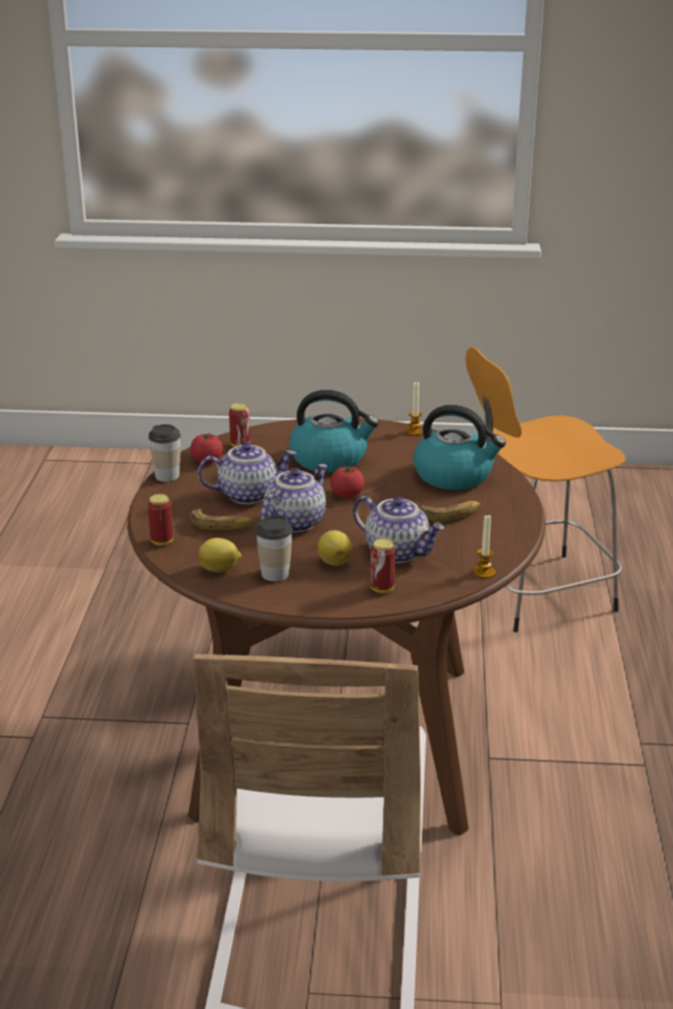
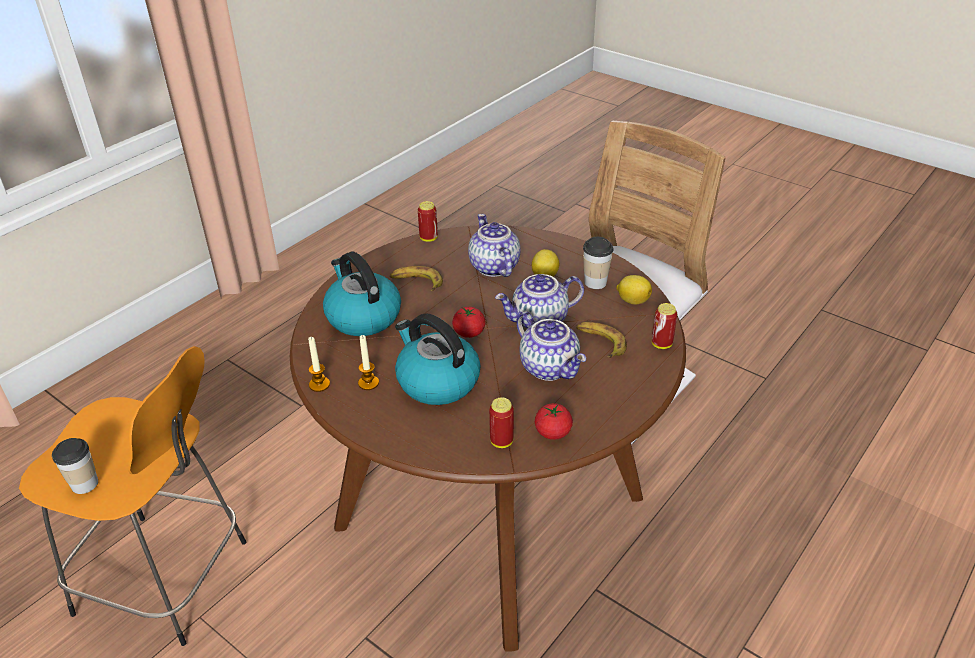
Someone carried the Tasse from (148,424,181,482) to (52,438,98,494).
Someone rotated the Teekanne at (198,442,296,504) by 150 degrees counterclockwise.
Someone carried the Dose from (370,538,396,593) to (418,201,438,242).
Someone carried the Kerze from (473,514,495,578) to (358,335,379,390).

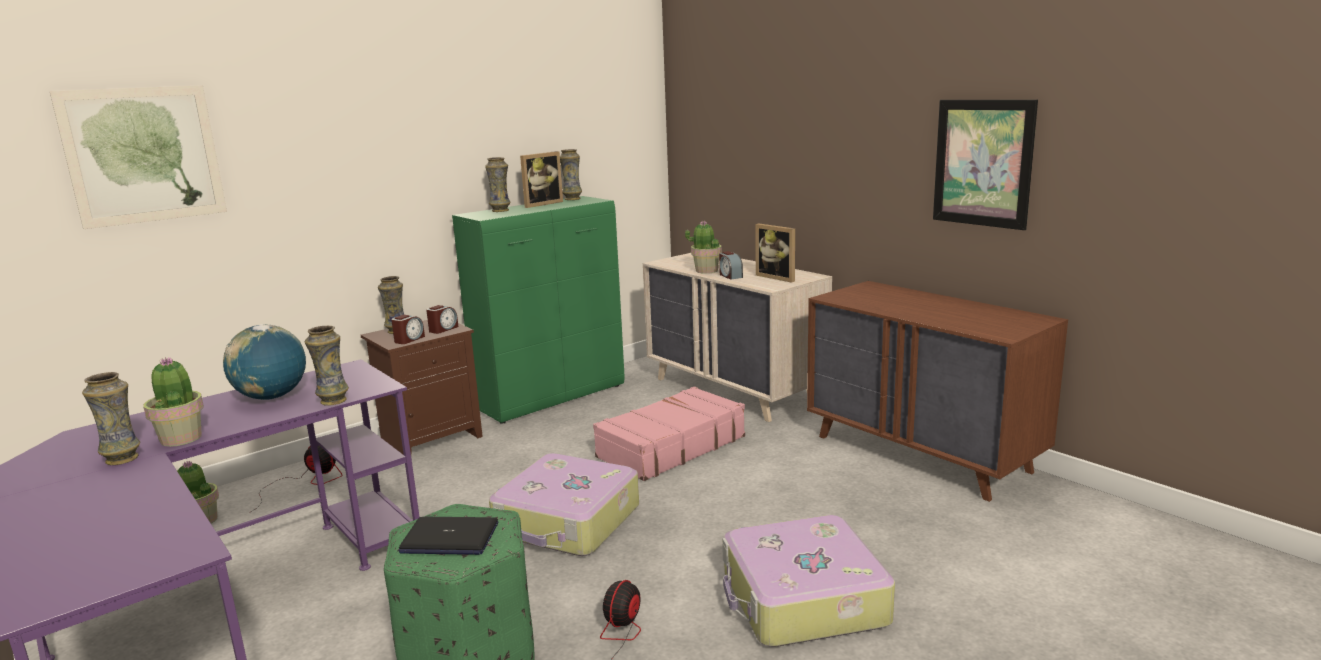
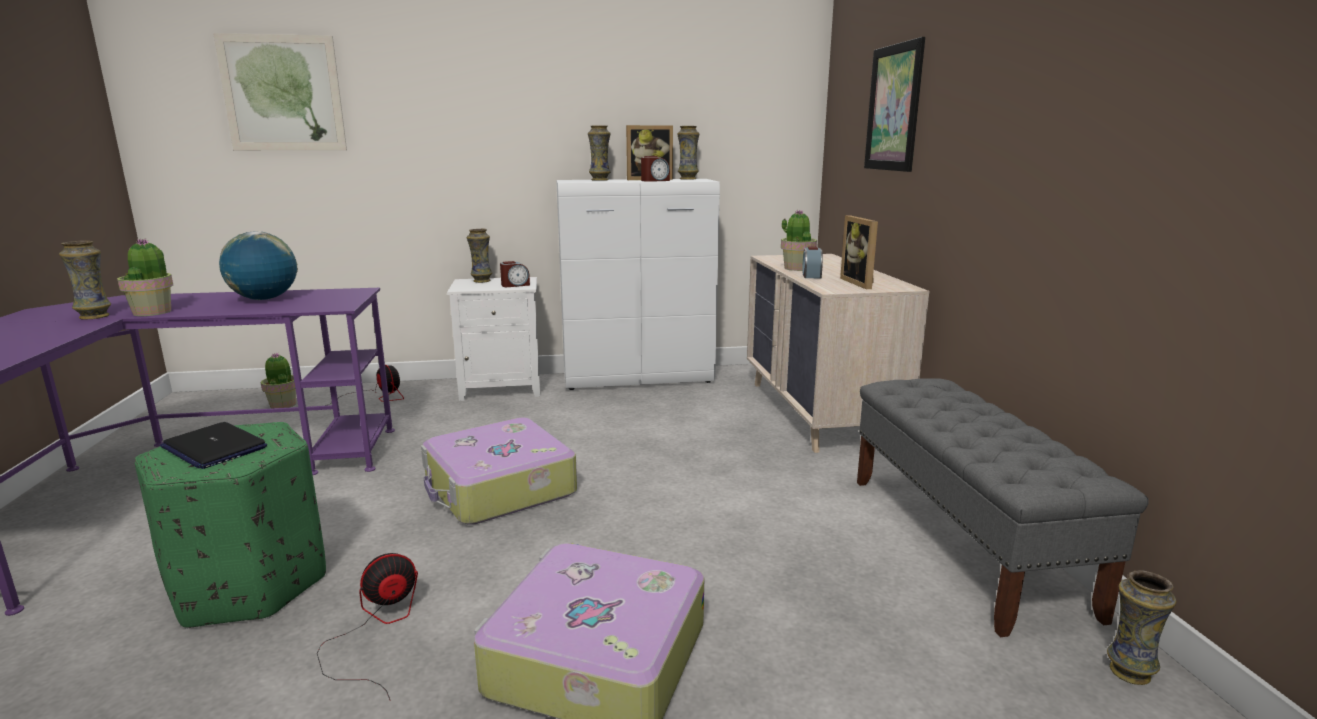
Someone carried the Vase from (305,326,349,406) to (1107,570,1177,685).
Someone repainted the Nachttisch (braun) at (361,320,483,455), which became the Nachttisch (weiß) at (447,277,540,401).
Someone carried the Wecker from (391,315,425,344) to (641,156,670,182).
Someone repainted the Schrank (grün) at (452,196,625,424), which became the Schrank (weiß) at (556,179,720,390).
Someone took away the Koffer (rosa) at (593,386,745,481).
Someone swapped the Kommode (braun) at (807,281,1068,502) for the Bank (grau) at (857,378,1149,637).
Someone carried the Bild from (933,100,1038,230) to (864,37,925,172).

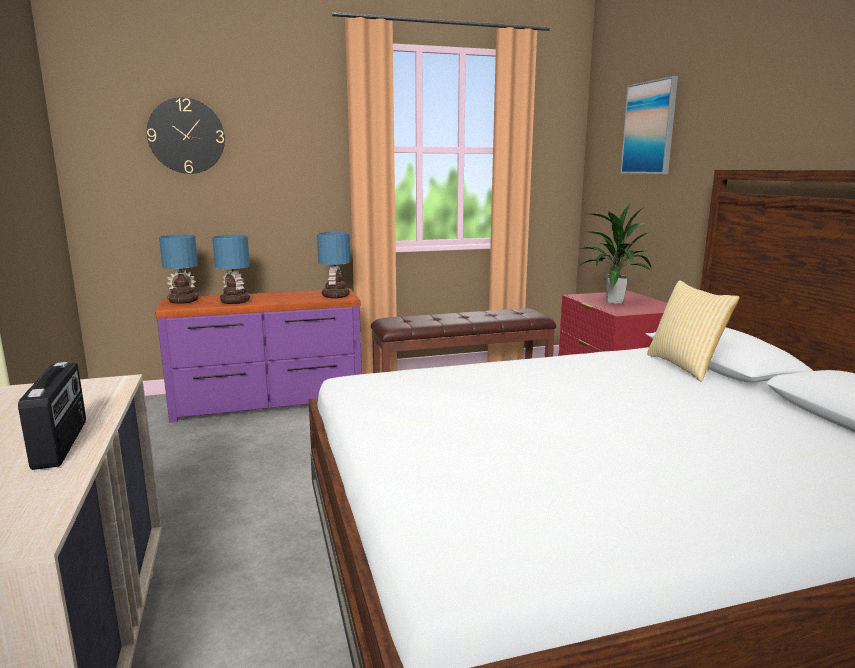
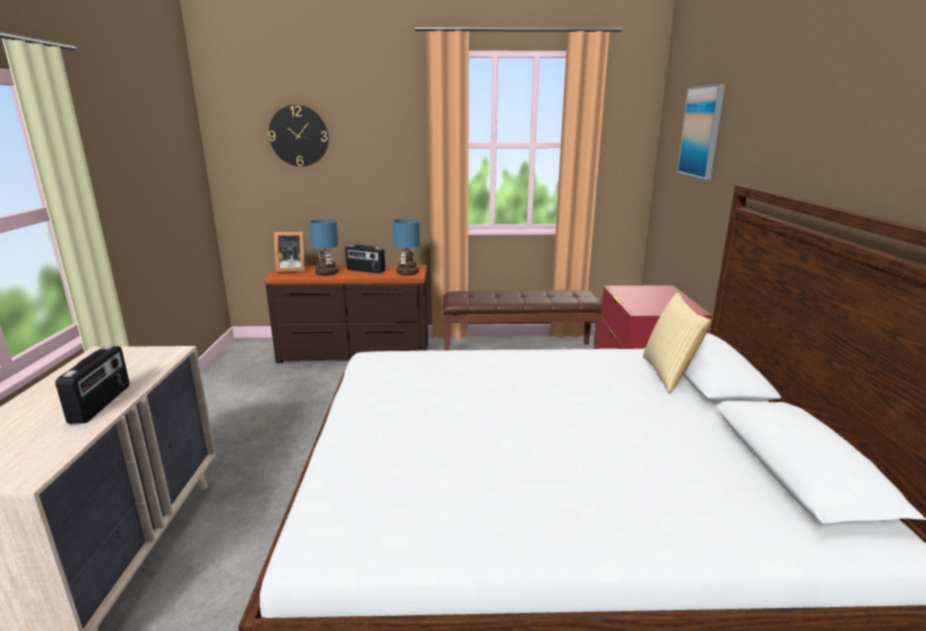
Someone repainted the Kommode (lila) at (155,288,362,423), which became the Kommode (braun) at (264,265,428,363).
Someone swapped the Tischlampe at (159,234,199,304) for the Bilderrahmen at (274,231,306,272).
Someone took away the Topfpflanze at (578,204,654,304).
Someone put down the Radio at (345,245,385,273).

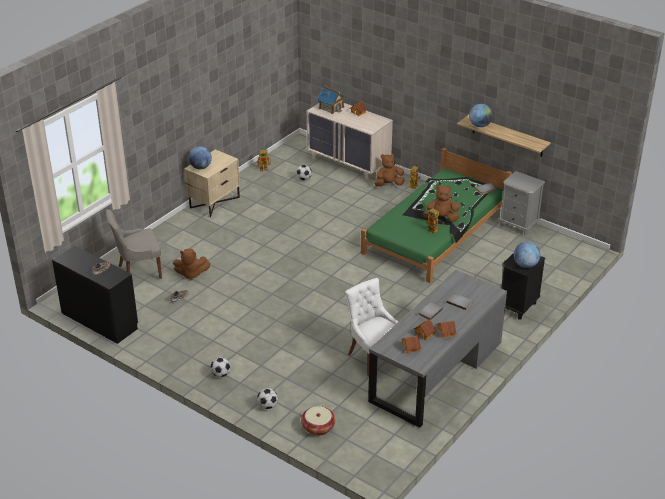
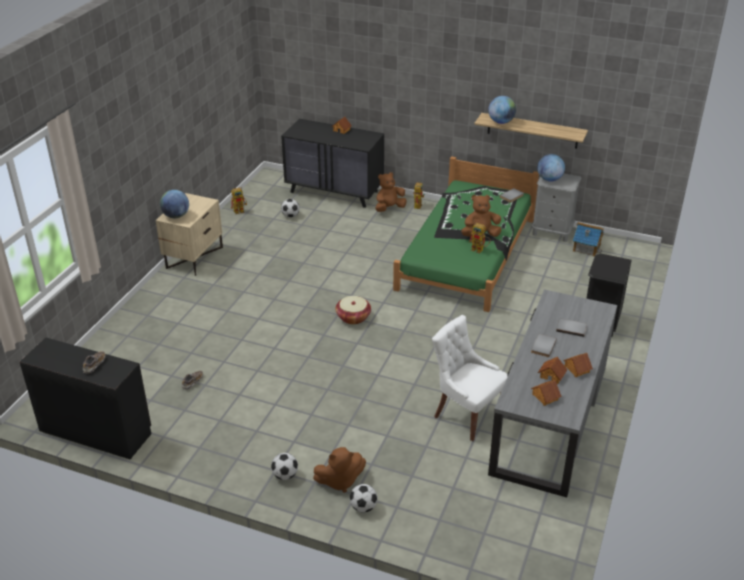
Someone took away the Stuhl (grau) at (106,209,162,279).
Someone carried the Plüschtier (braun) from (173,249,211,280) to (313,447,366,493).
Someone carried the Korb from (301,406,336,436) to (336,296,371,324).
Someone repainted the Kommode (beige) at (307,103,393,181), which became the Kommode (schwarz) at (281,119,384,208).
Someone carried the Spielzeughaus from (317,85,346,114) to (573,222,604,257).
Someone carried the Globus from (514,242,540,268) to (537,154,565,182).

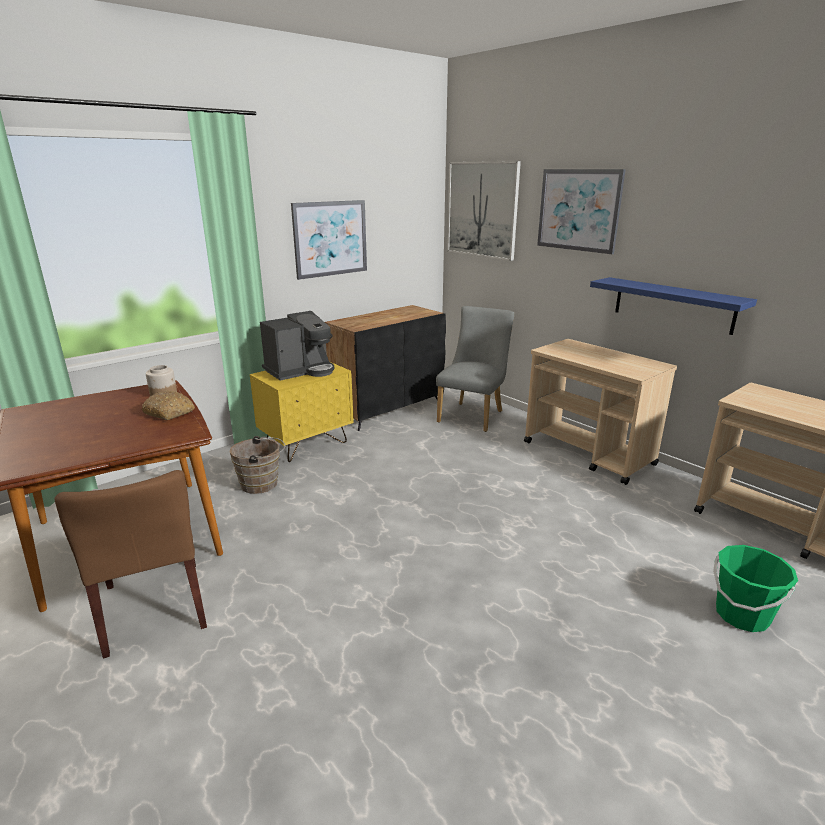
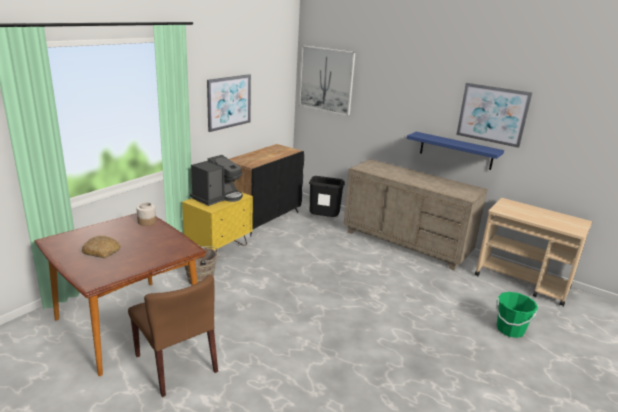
Someone carried the Brot from (141,391,195,420) to (82,236,121,258).
Someone swapped the Stuhl (grau) at (436,306,514,432) for the Mülleimer (schwarz) at (309,176,345,217).
Someone swapped the Rollwagen (beige) at (524,339,677,485) for the Kommode (beige) at (344,159,488,270).
Someone carried the Bild from (537,169,626,254) to (456,83,532,148).

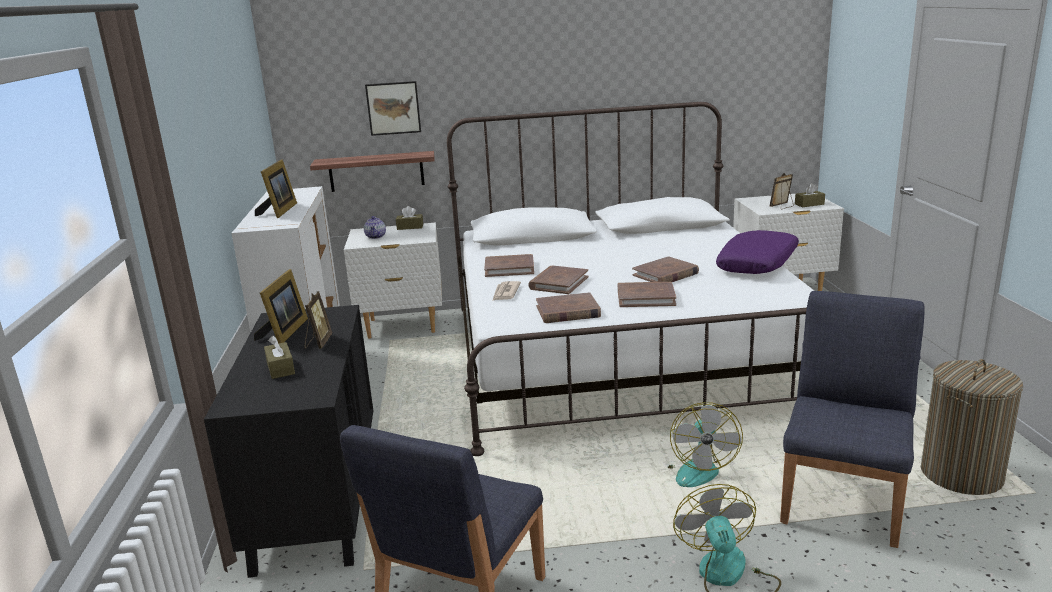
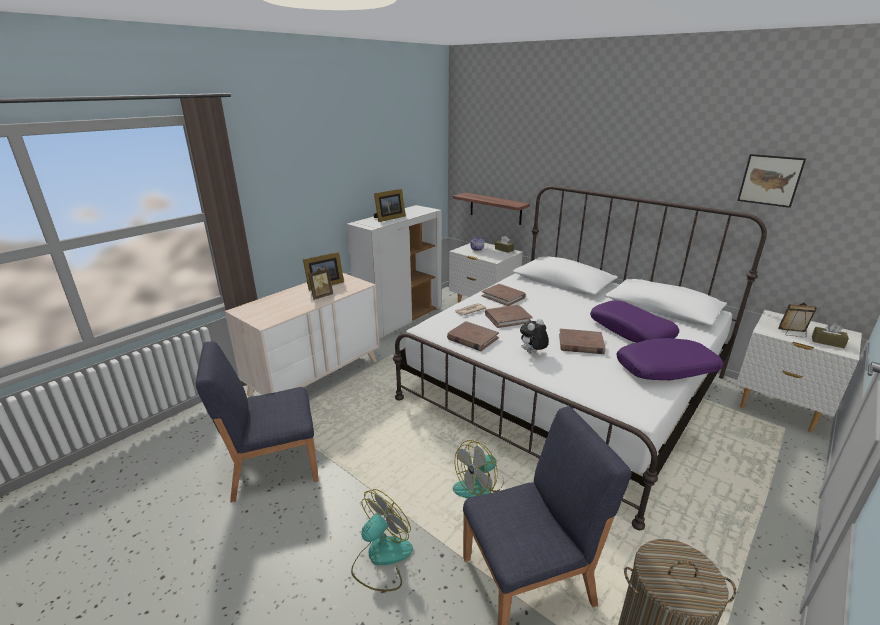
Someone repainted the Kommode (schwarz) at (204,305,373,578), which became the Kommode (beige) at (225,273,380,397).
Someone took away the Taschentuchbox (braun) at (264,335,295,379).
Someone carried the Bild from (365,81,421,136) to (737,154,806,208).
Someone swapped the Buch (braun) at (618,281,676,307) for the Plüschtier at (520,319,549,353).
Someone put down the Kissen (lila) at (590,300,679,343).

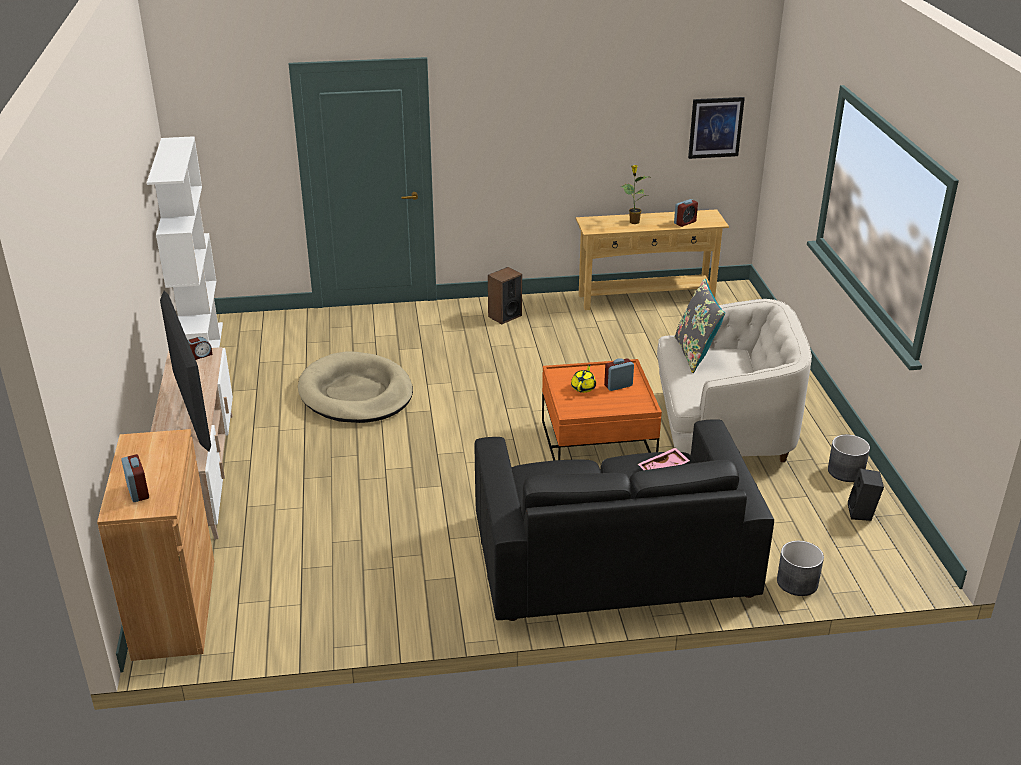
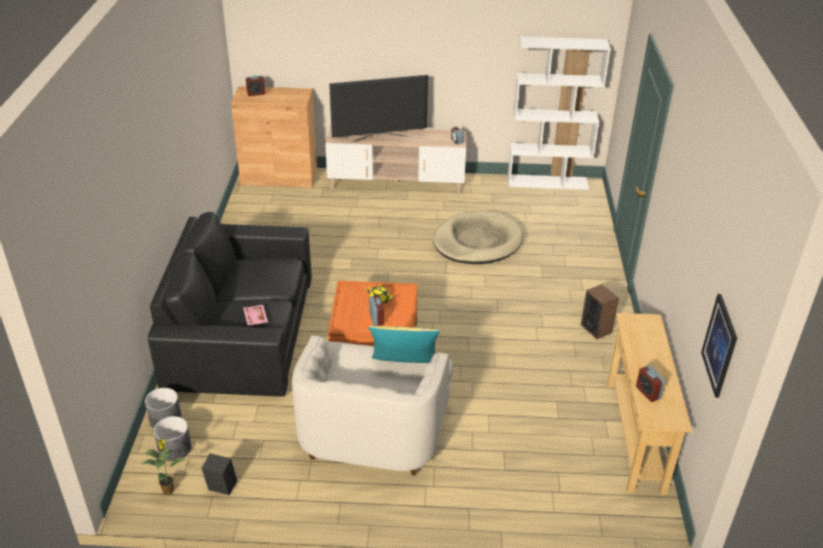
Someone carried the Topfpflanze from (621,165,652,224) to (141,440,186,495).
Someone repainted the Kissen (grau) at (675,278,725,373), which became the Kissen (gelb) at (368,326,440,363).
Someone carried the Pflanzkübel (grau) from (828,435,870,482) to (154,416,191,461).

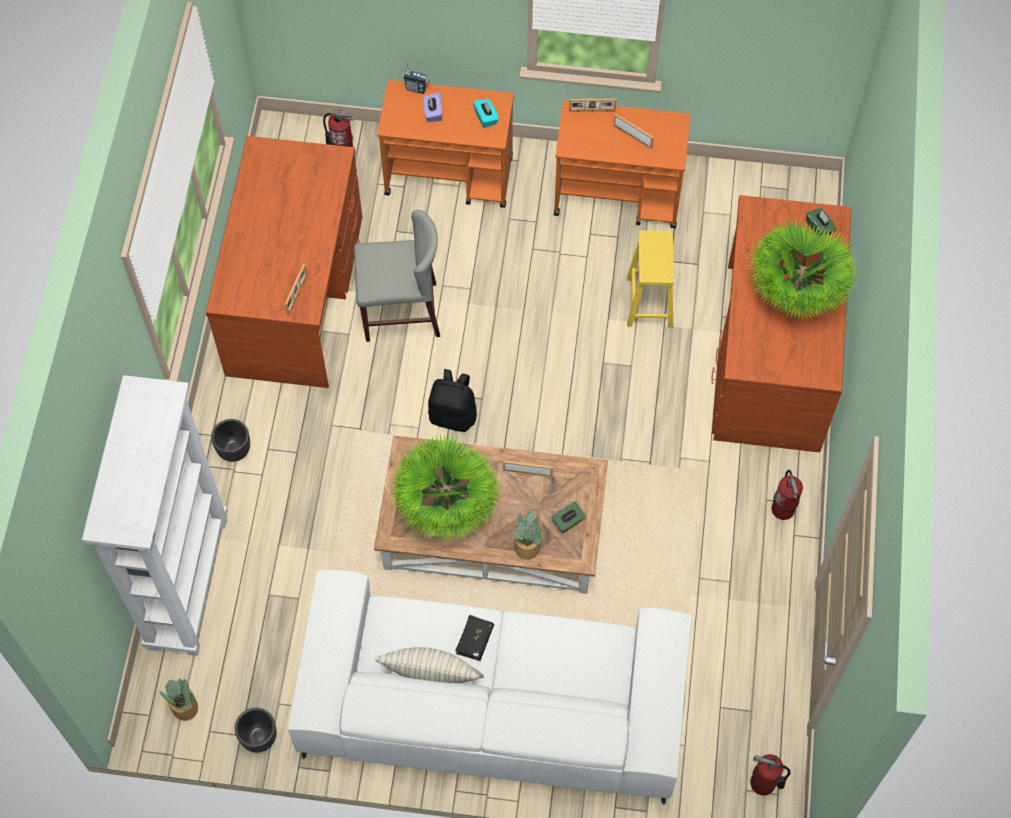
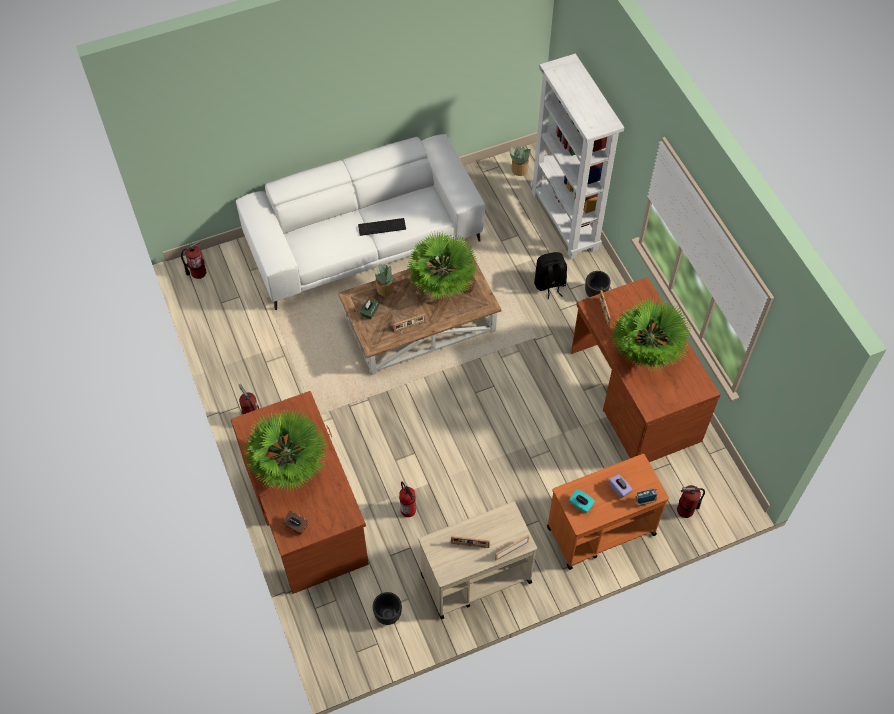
Someone carried the Pflanzkübel (schwarz) from (235,708,277,753) to (373,592,402,625).
Someone took away the Stuhl (grau) at (354,210,440,342).
Someone took away the Kissen at (375,647,484,683).
Someone carried the Rucksack (schwarz) from (428,369,477,432) to (534,252,567,299).
Someone swapped the Buch (schwarz) at (455,615,494,661) for the Tastatur at (358,218,406,236).
Someone repainted the Rollwagen (orange) at (554,101,691,228), which became the Rollwagen (beige) at (419,502,537,620).
Someone swapped the Hocker (gelb) at (627,231,674,328) for the Feuerlöscher at (399,482,416,517).
Someone repainted the Taschentuchbox (grün) at (806,208,836,235), which became the Taschentuchbox (braun) at (283,511,309,534).
Someone put down the Topfpflanze at (611,297,691,371).

